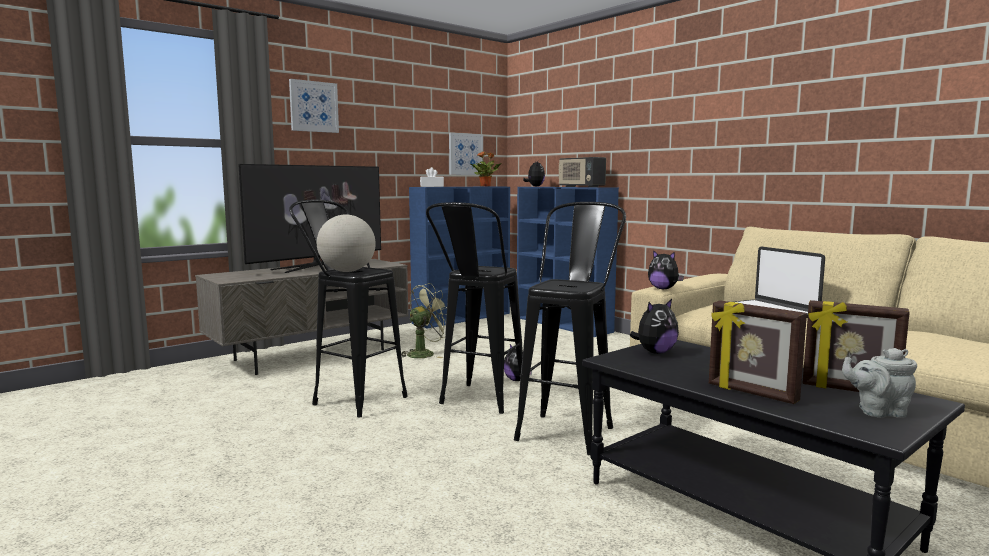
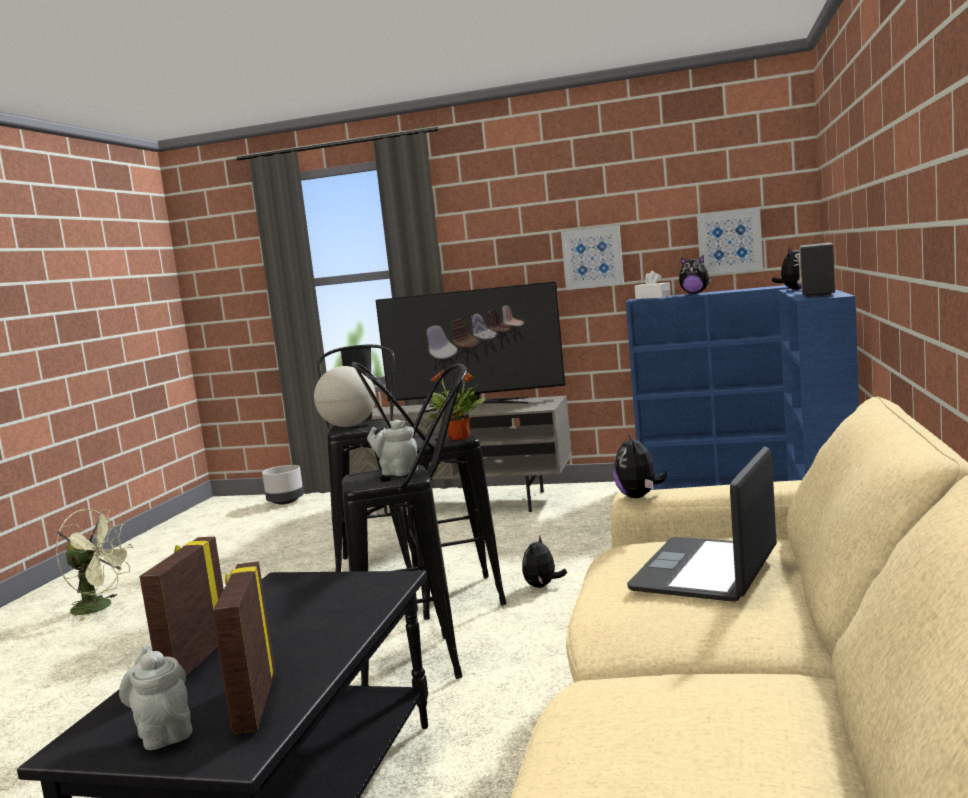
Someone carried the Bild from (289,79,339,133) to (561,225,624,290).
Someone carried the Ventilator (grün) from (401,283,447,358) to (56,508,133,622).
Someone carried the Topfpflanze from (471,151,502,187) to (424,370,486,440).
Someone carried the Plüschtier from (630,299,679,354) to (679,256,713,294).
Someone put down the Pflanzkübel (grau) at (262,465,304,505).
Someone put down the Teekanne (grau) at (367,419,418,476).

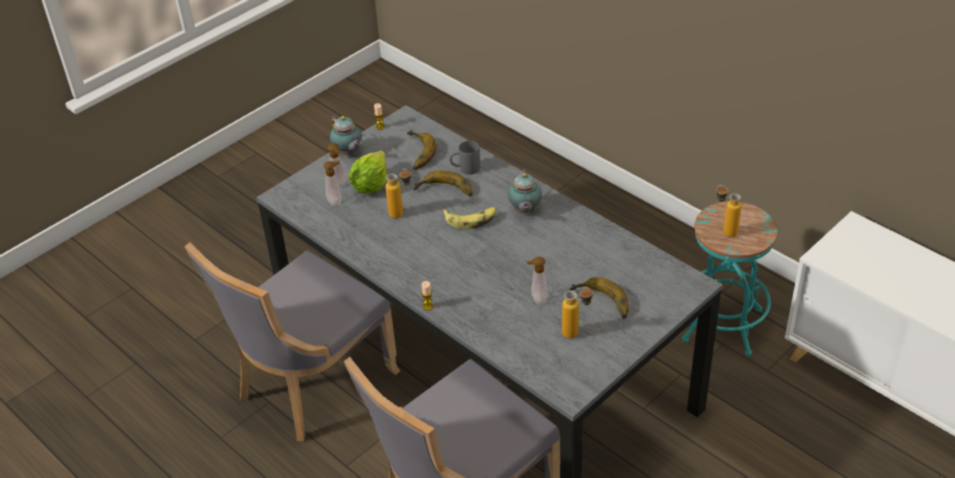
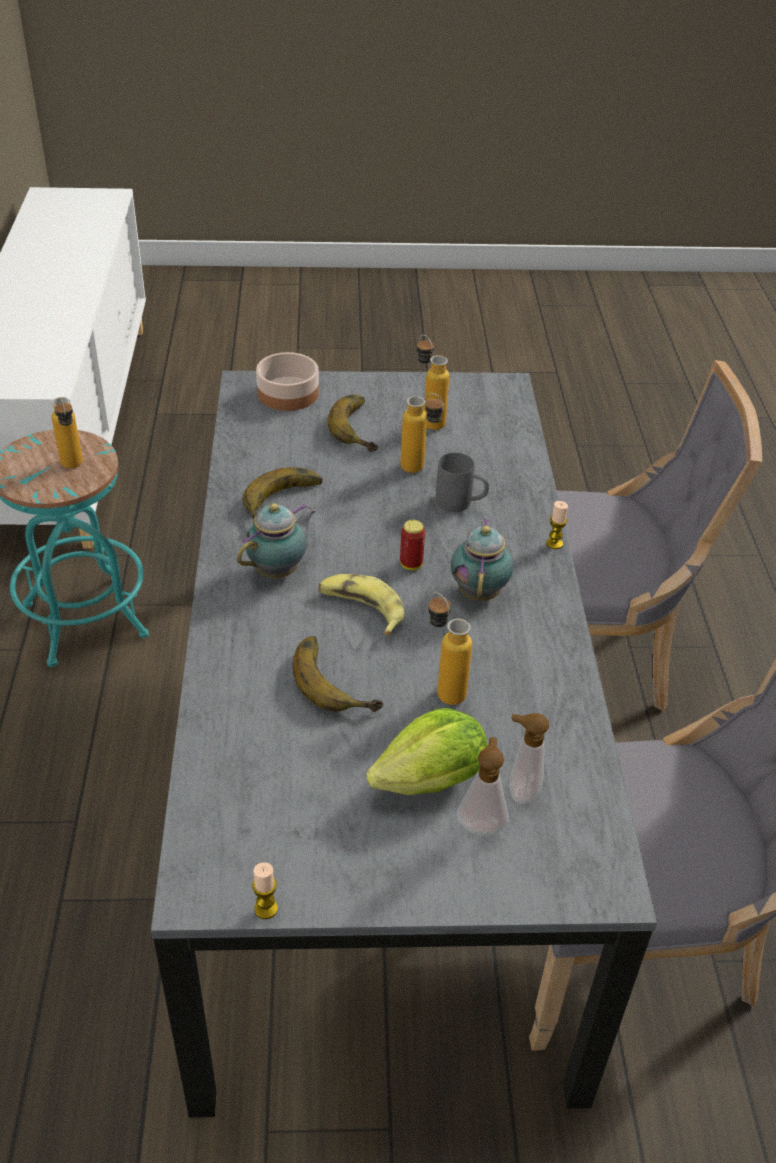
Someone carried the Teekanne from (330,116,362,155) to (451,518,513,601).
Someone carried the Banane from (407,130,436,170) to (242,467,323,520).
Someone carried the Henkelbecher (grau) from (449,141,480,175) to (436,453,489,512).
Someone swapped the Seifenspender at (527,257,548,305) for the Flasche at (401,393,444,473).
Someone put down the Schüssel at (256,352,319,411).
Someone put down the Dose at (400,520,425,570).

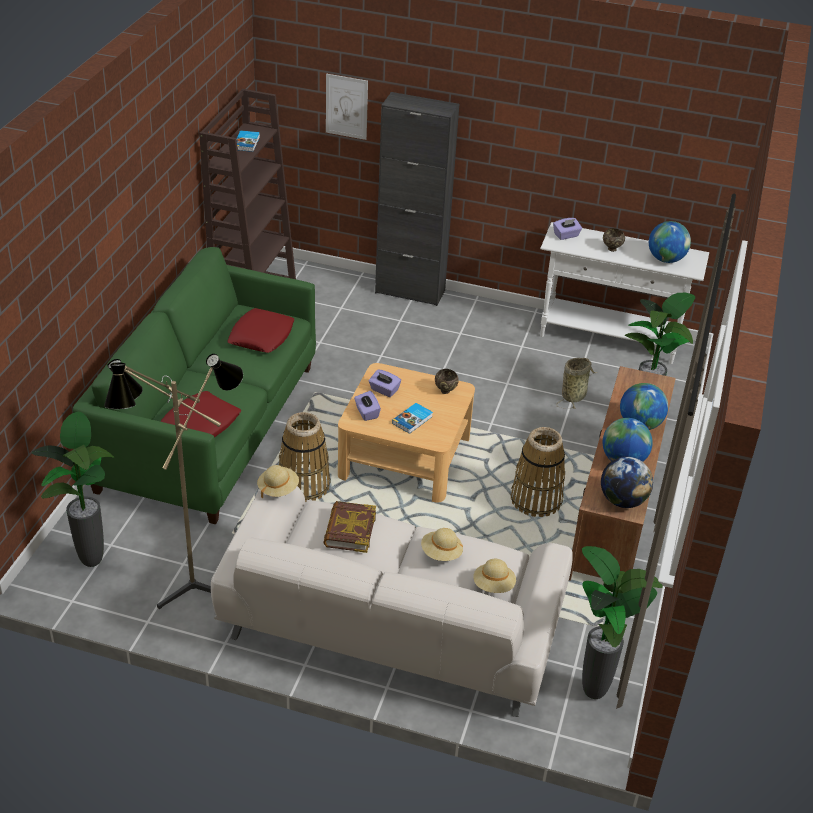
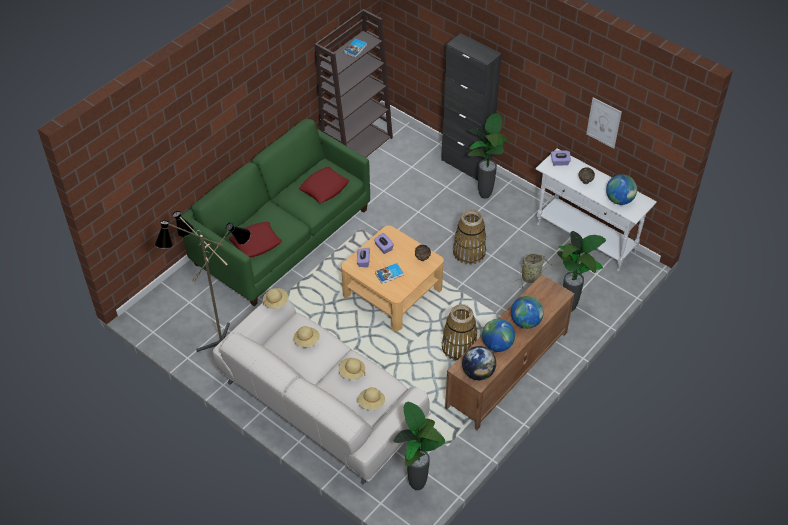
Someone carried the Topfpflanze from (32,412,114,567) to (468,113,511,198).
Someone carried the Korb from (279,412,330,502) to (453,209,486,265).
Someone swapped the Buch at (323,501,376,553) for the Hut (beige) at (293,326,320,348).
Someone carried the Bild from (326,74,368,140) to (586,98,622,149).

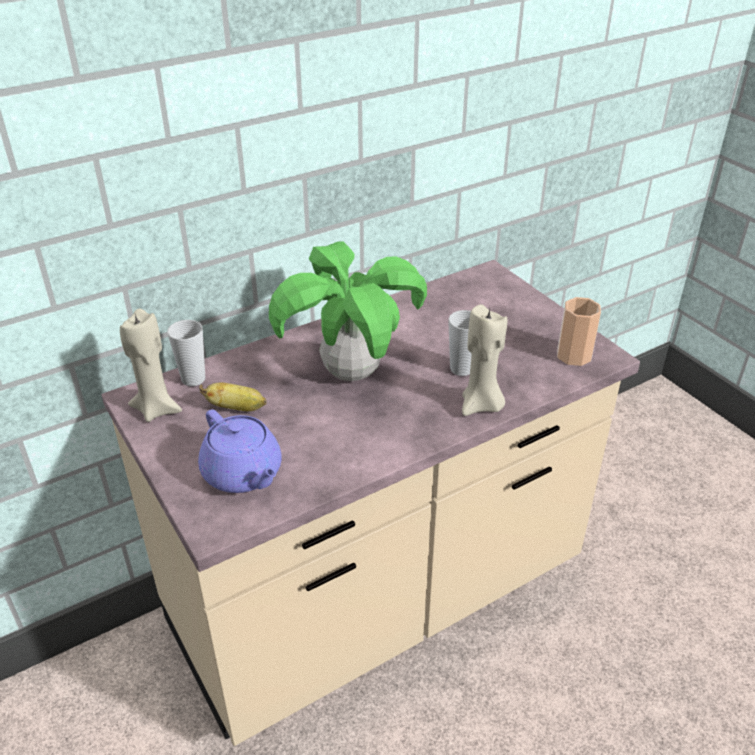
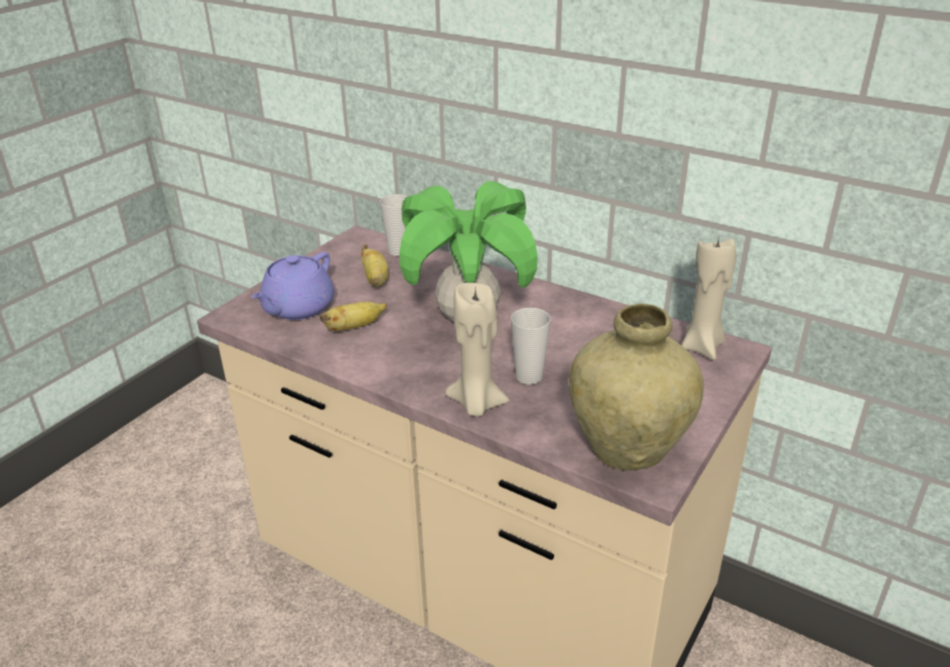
Someone carried the Kerze (beige) from (120,309,182,422) to (681,238,736,360).
Someone swapped the Tasse at (557,297,601,366) for the Vase (beige) at (569,303,704,471).
Someone put down the Banane at (320,301,387,331).

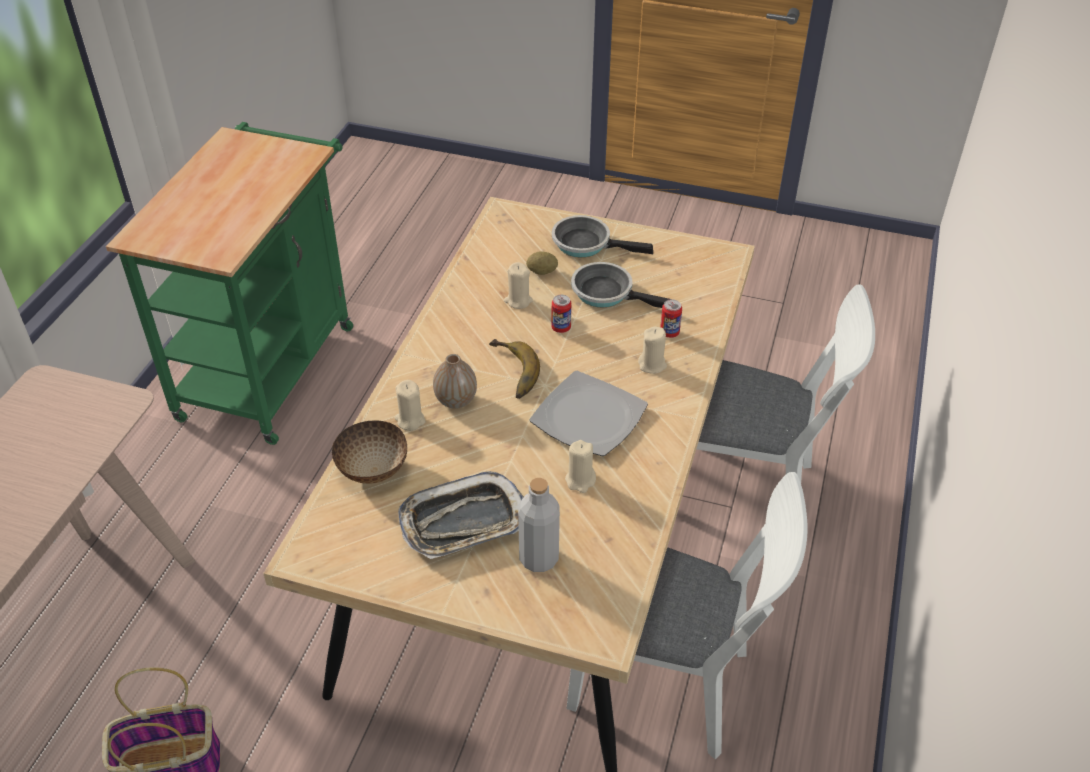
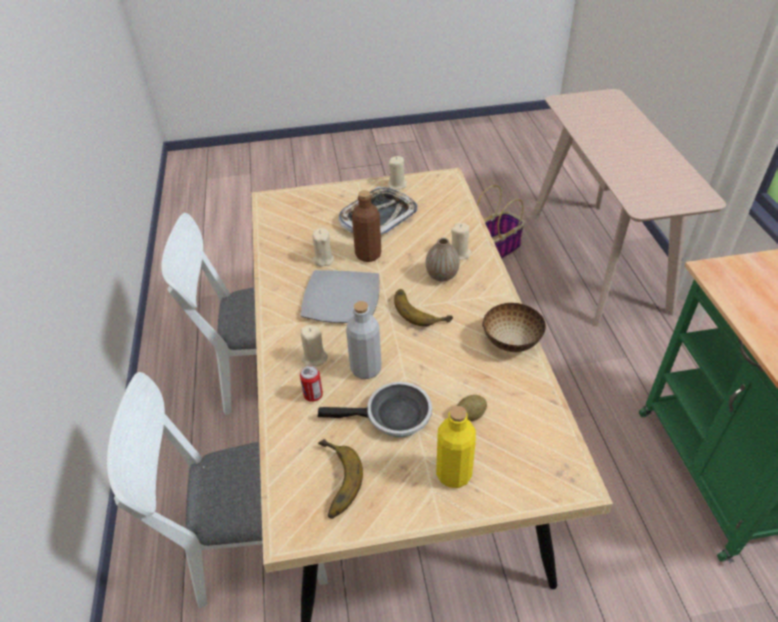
Someone carried the Schüssel from (332,420,407,484) to (482,303,546,352).
Someone carried the Kerze (beige) from (504,262,533,309) to (388,156,407,190).
Someone carried the Flasche (grau) from (518,478,560,572) to (346,301,381,379).
Someone took away the Dose at (551,295,571,333).
Someone swapped the Pfanne at (552,215,653,257) for the Flasche (gelb) at (436,406,476,488).
Someone put down the Banane at (318,439,363,519).
Someone put down the Flasche (braun) at (352,190,381,262).

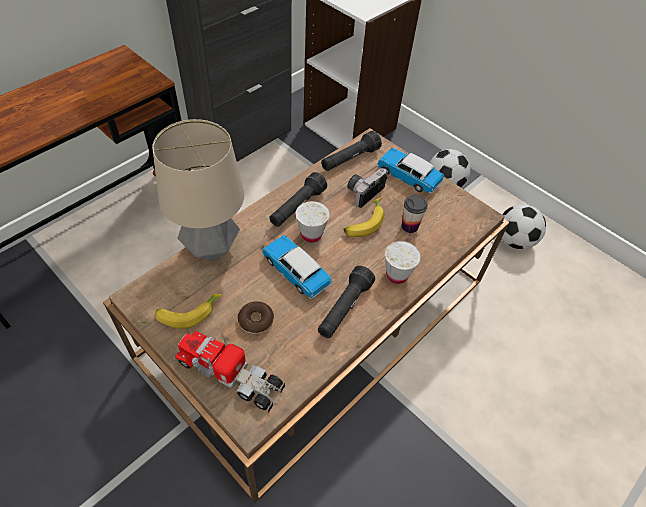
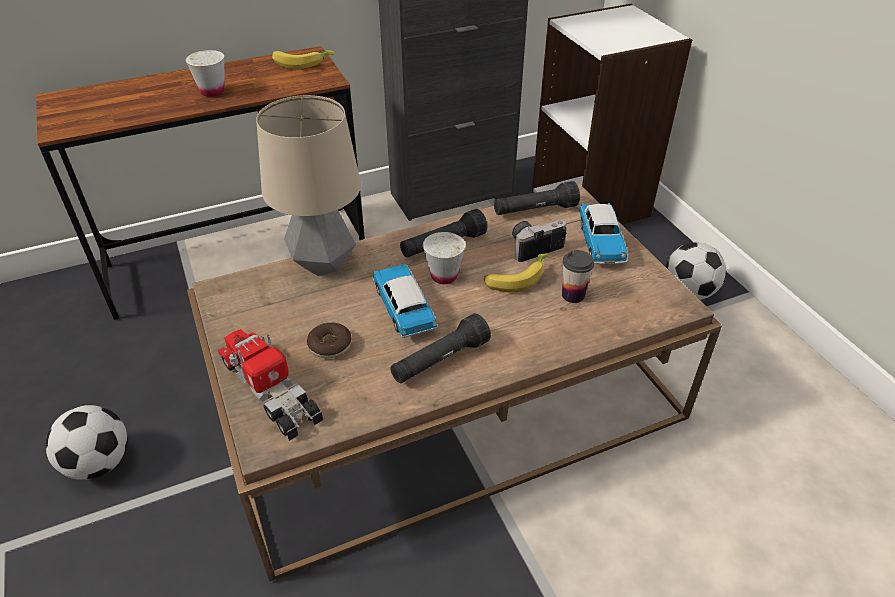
Someone carried the Banane from (155,294,222,329) to (272,50,335,69).
Someone rotated the Spielzeugauto at (377,148,444,193) by 150 degrees counterclockwise.
Someone carried the Tasse (weiß) from (385,241,421,284) to (185,50,225,97).
Someone carried the Fußball from (502,204,546,249) to (46,405,128,480).

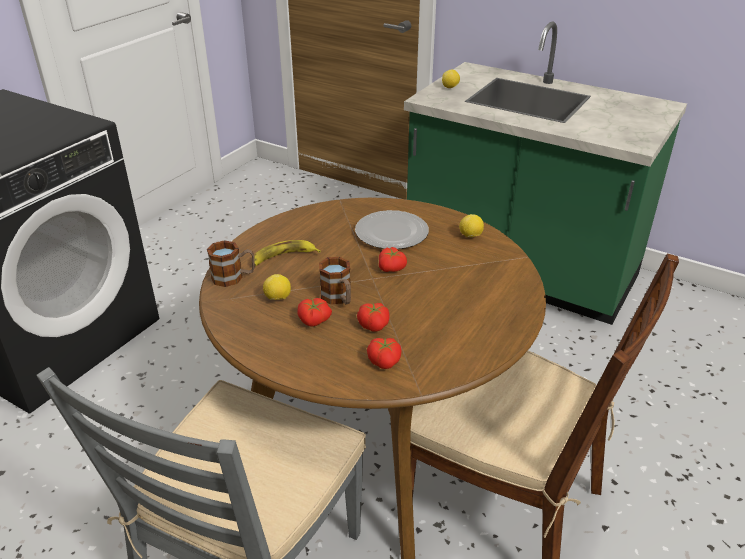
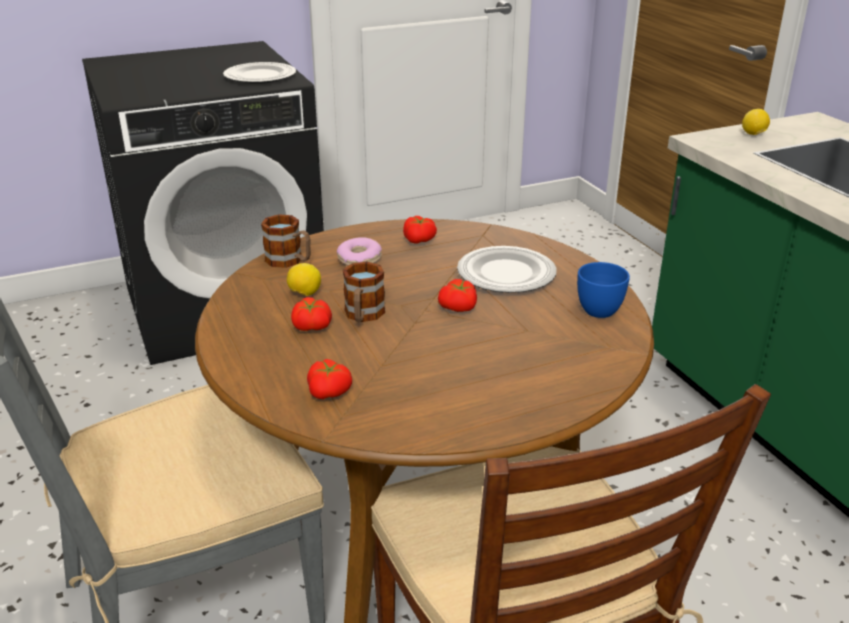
Someone swapped the Banane at (254,240,321,266) for the Donut at (337,237,382,266).
Someone carried the Tomate from (357,303,389,331) to (403,216,437,243).
Someone swapped the Zitrone at (459,214,484,237) for the Tasse (blau) at (577,262,630,318).
Someone put down the Teller at (223,62,296,84).

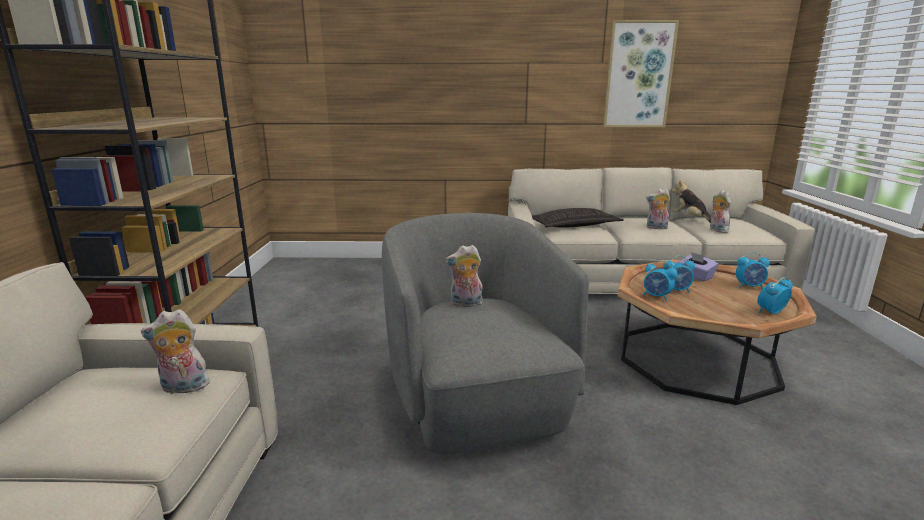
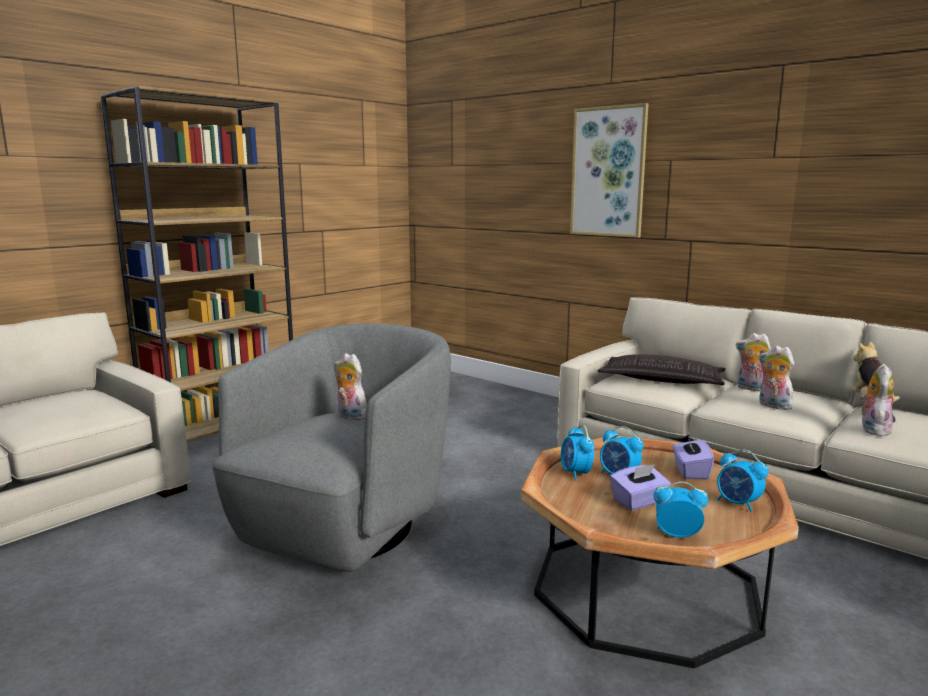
Someone carried the Plüschtier from (141,309,210,394) to (736,333,771,391).
Someone carried the Bild from (603,20,679,127) to (570,103,649,238).
Someone put down the Taschentuchbox (lila) at (610,464,671,510).

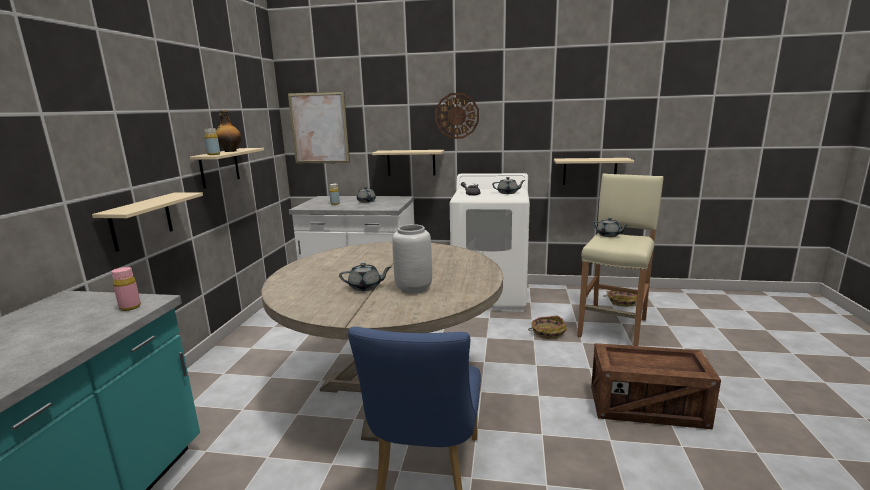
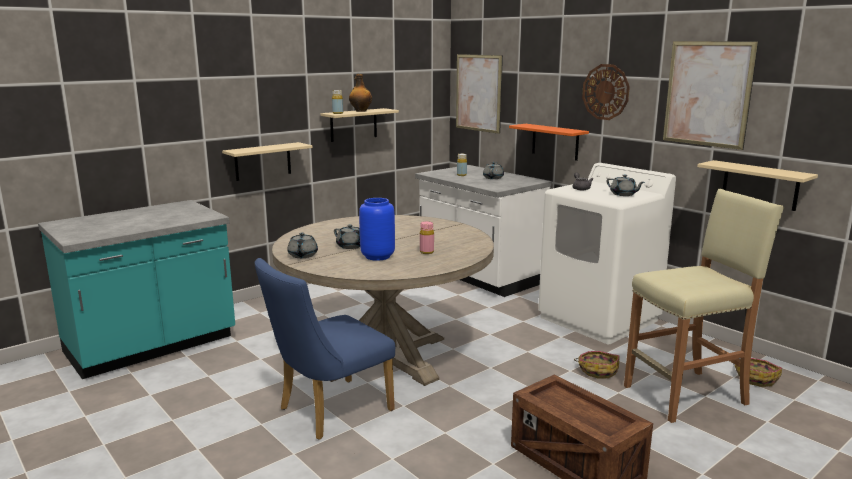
Someone carried the Flasche (rosa) from (111,267,141,311) to (420,221,434,254).
Someone repainted the Wandregal (beige) at (372,150,444,176), which became the Wandregal (orange) at (509,124,589,161).
Someone repainted the Vase (grau) at (392,224,432,294), which became the Vase (blau) at (359,198,395,261).
Someone carried the Teekanne (grau) from (593,218,628,237) to (287,233,318,258).
Someone put up the Bild at (663,41,758,150).

